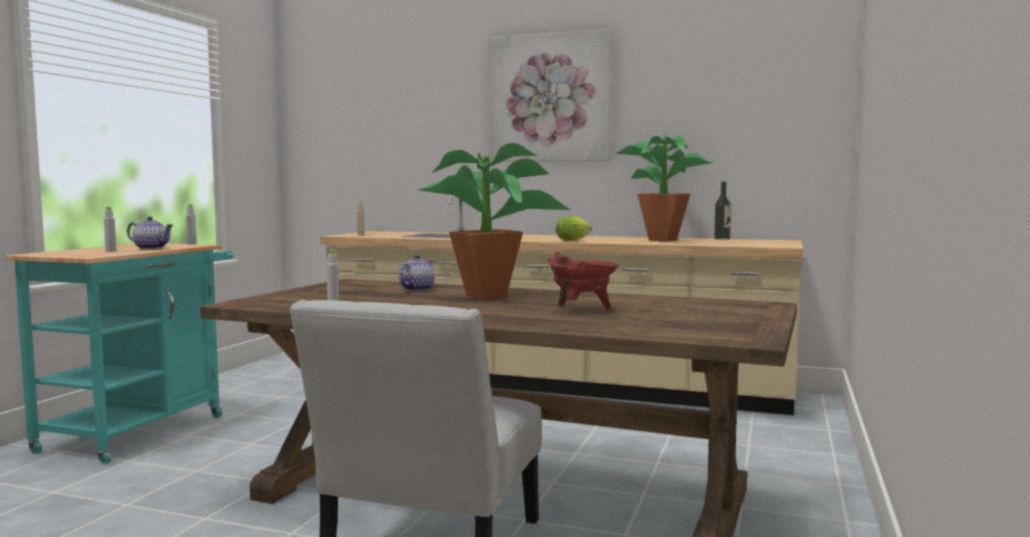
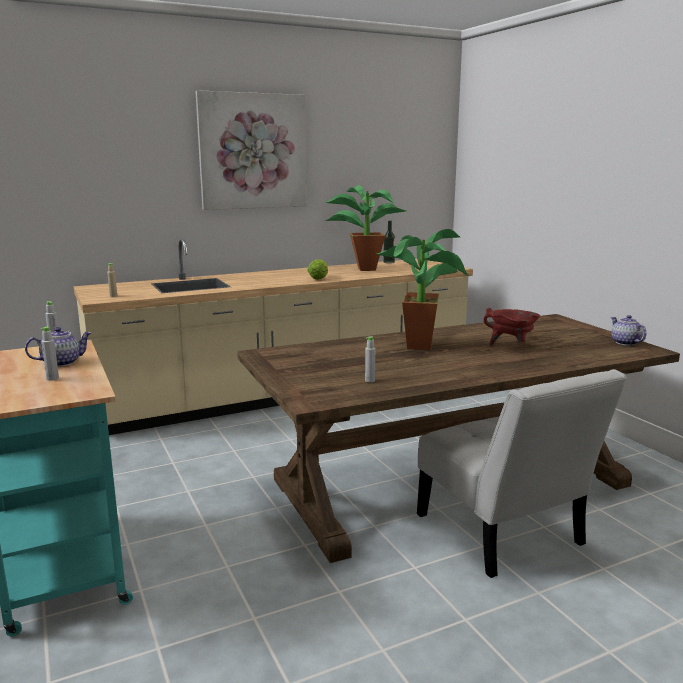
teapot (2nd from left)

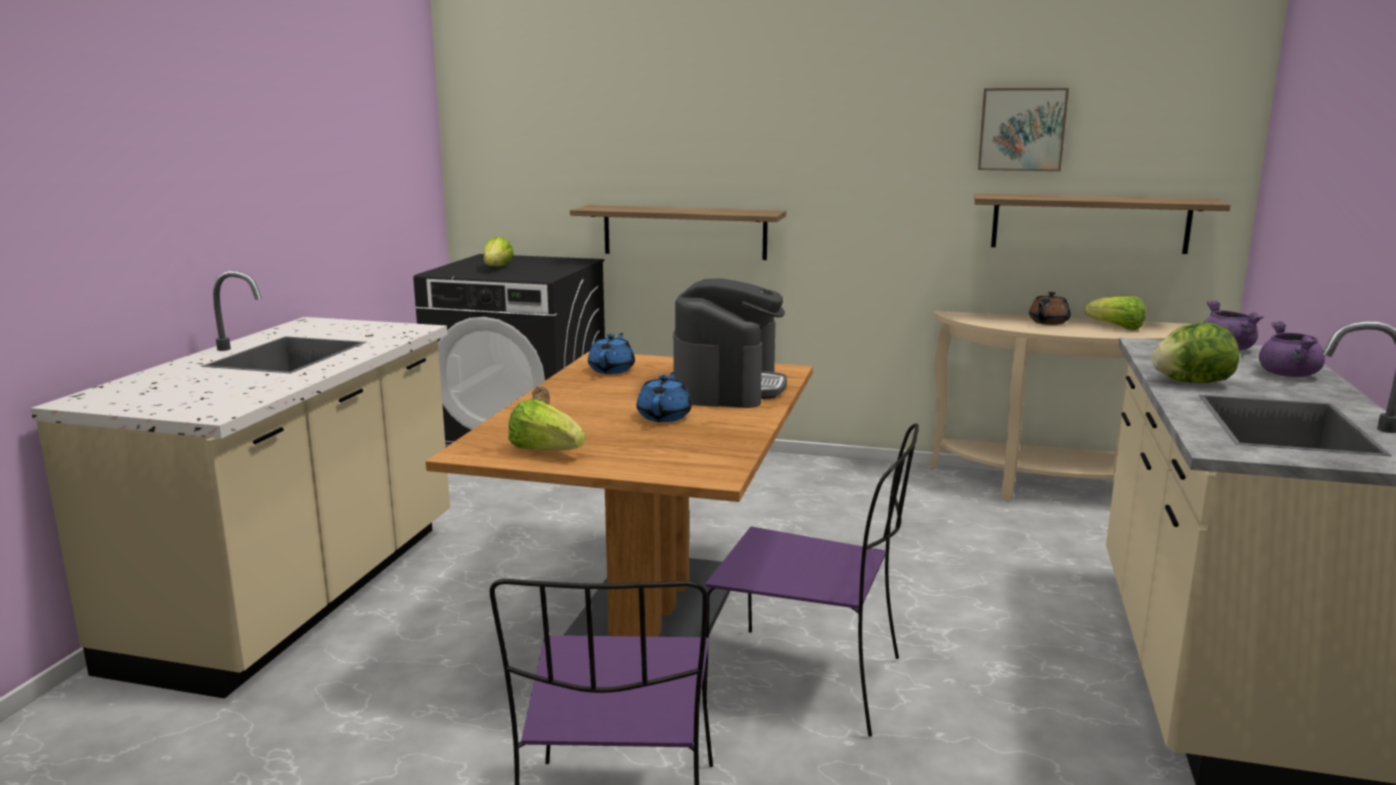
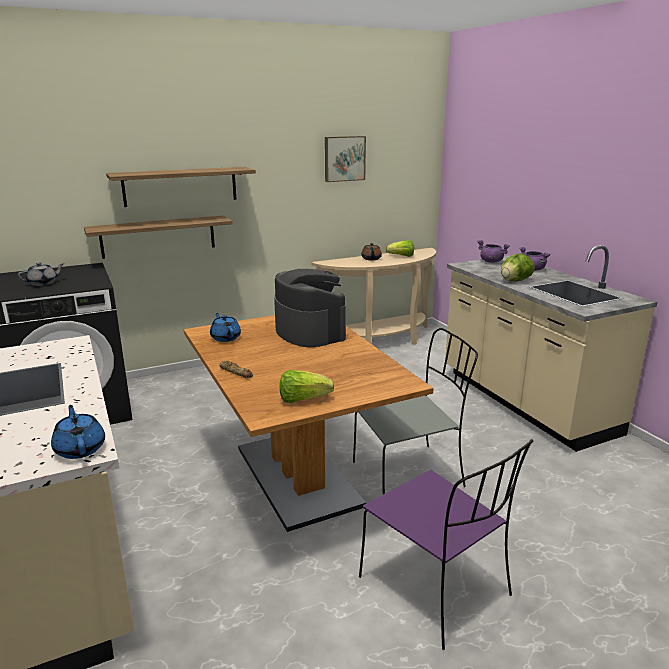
bracket shelf (2nd from left)
teapot (greyish)
teapot (blue) (1st from left)
upright chair (greyish)

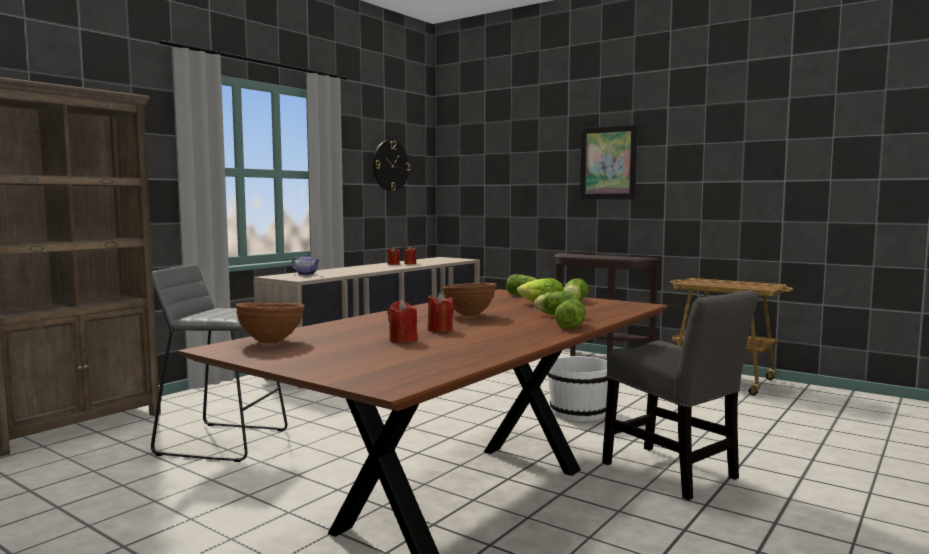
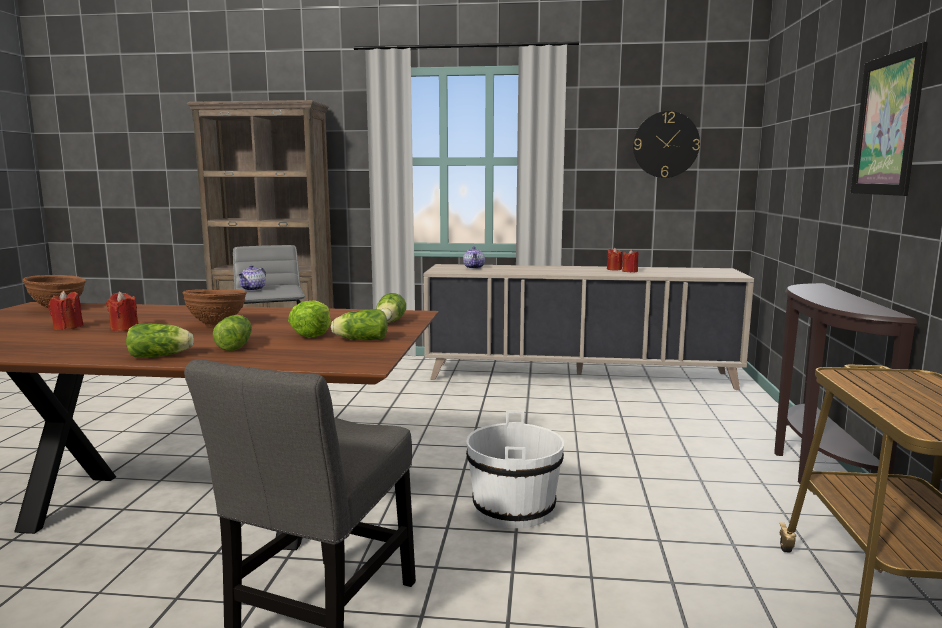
teapot (1st from left)

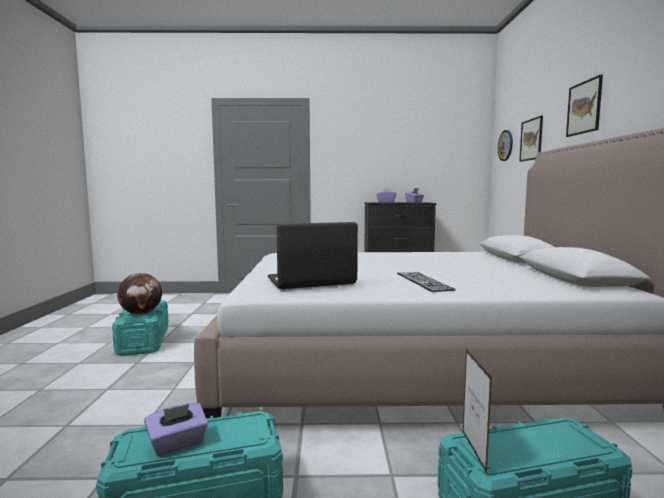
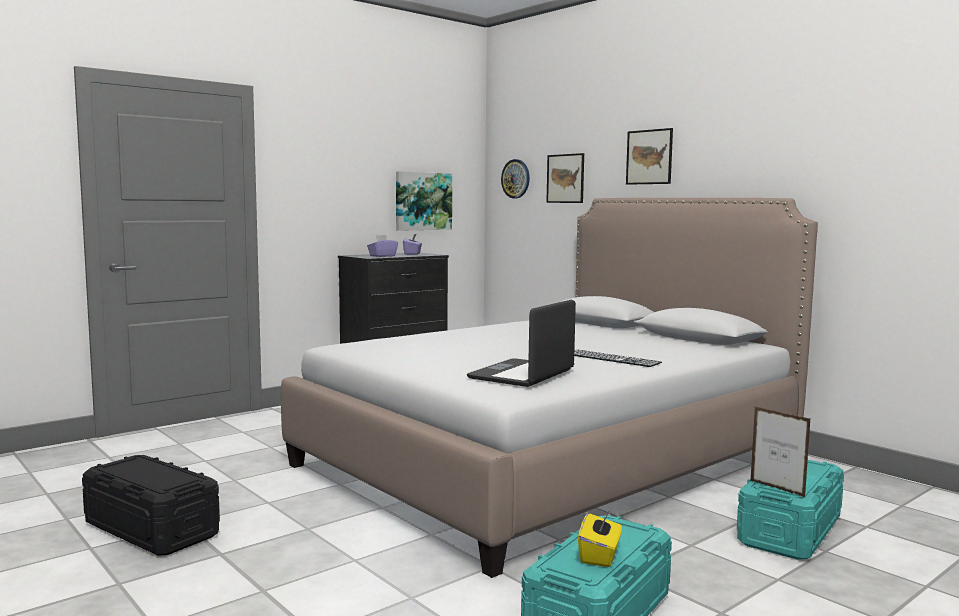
desk globe
storage container (black-coloured)
tissue holder (yellow-coloured)
wall art (1st from left)

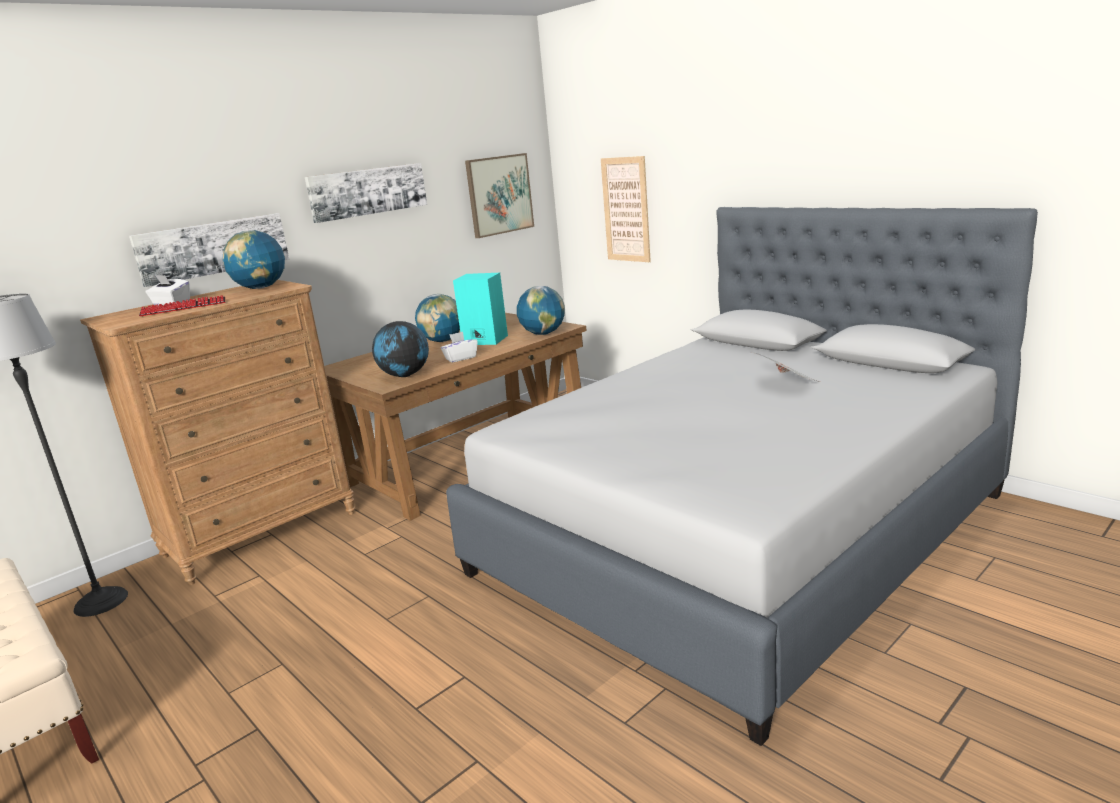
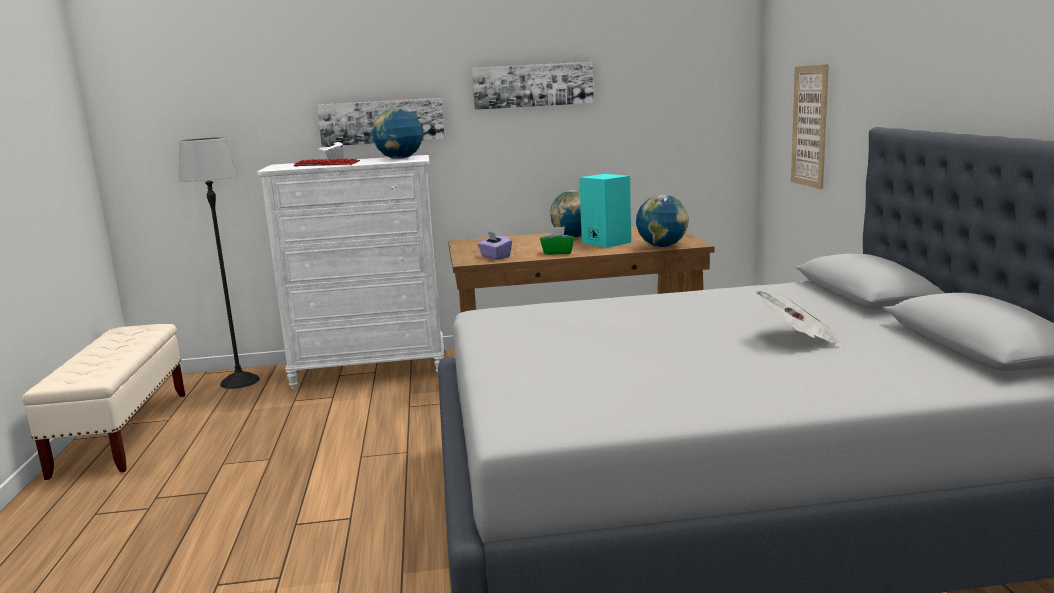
wall art (3rd from left in the first image)
chest of drawers (white-coloured)
tissue holder (purplish)
tissue holder (green)

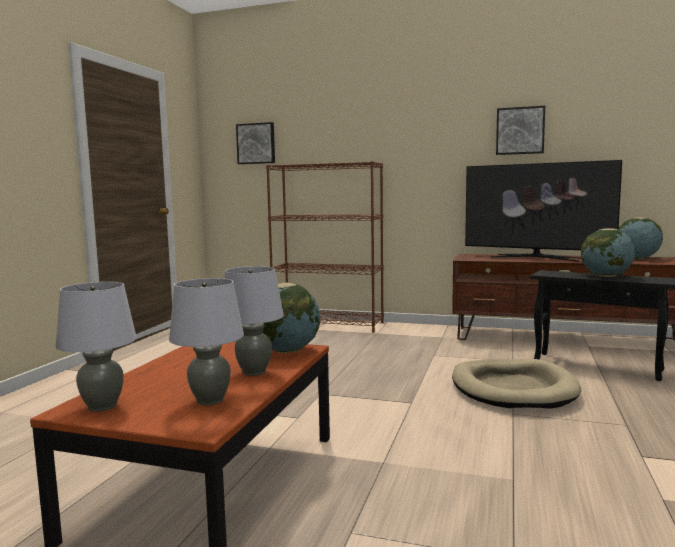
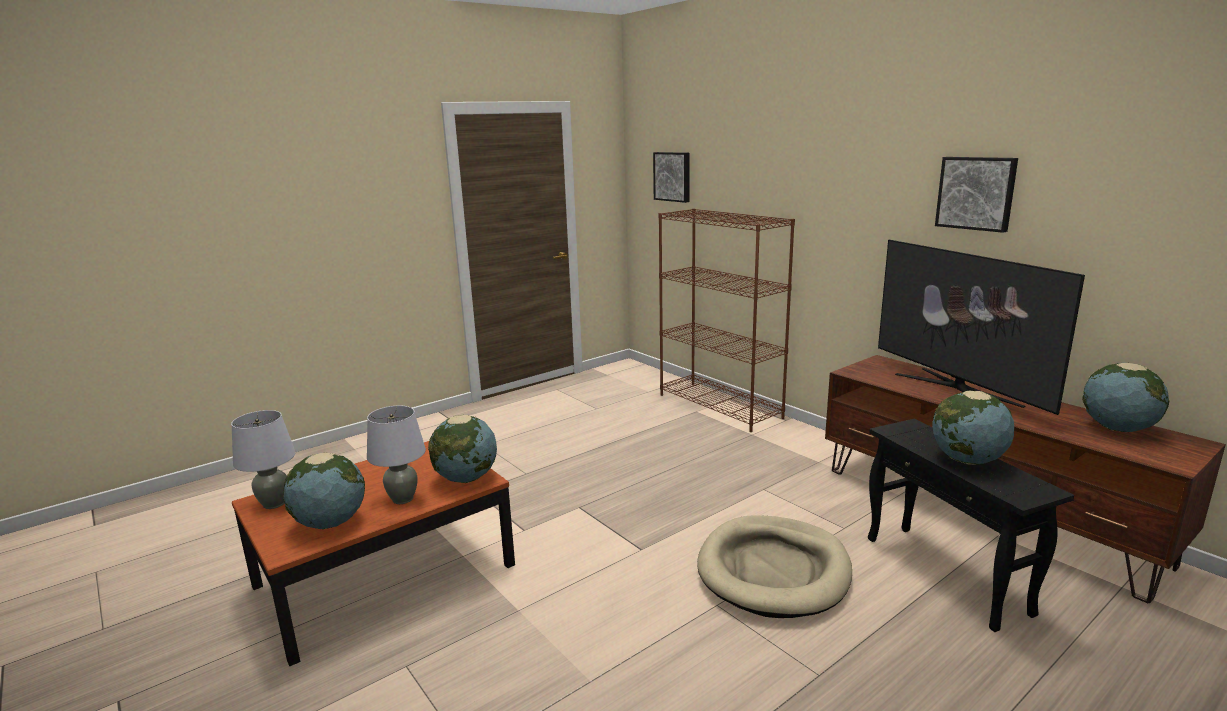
desk globe (1st from left)

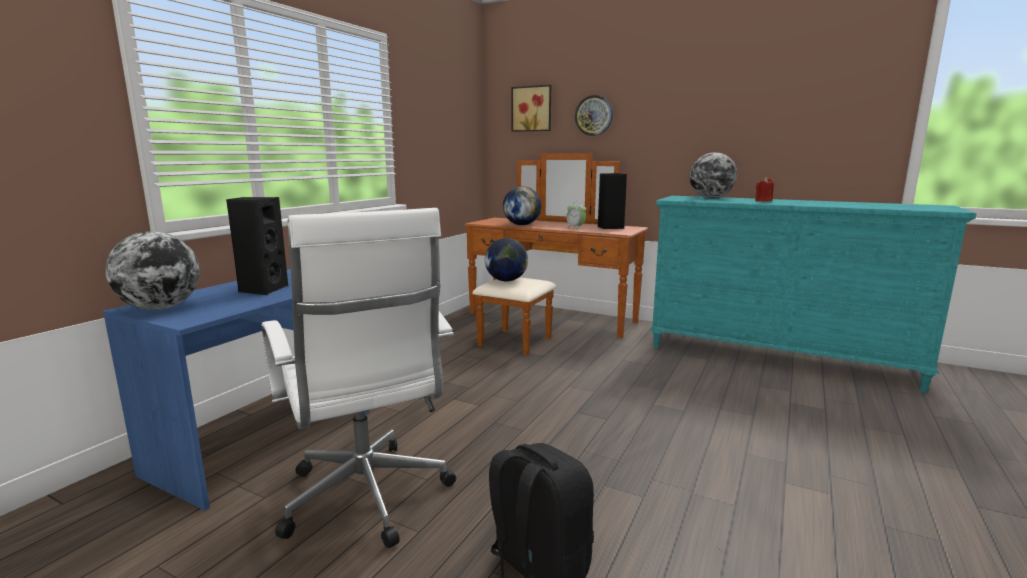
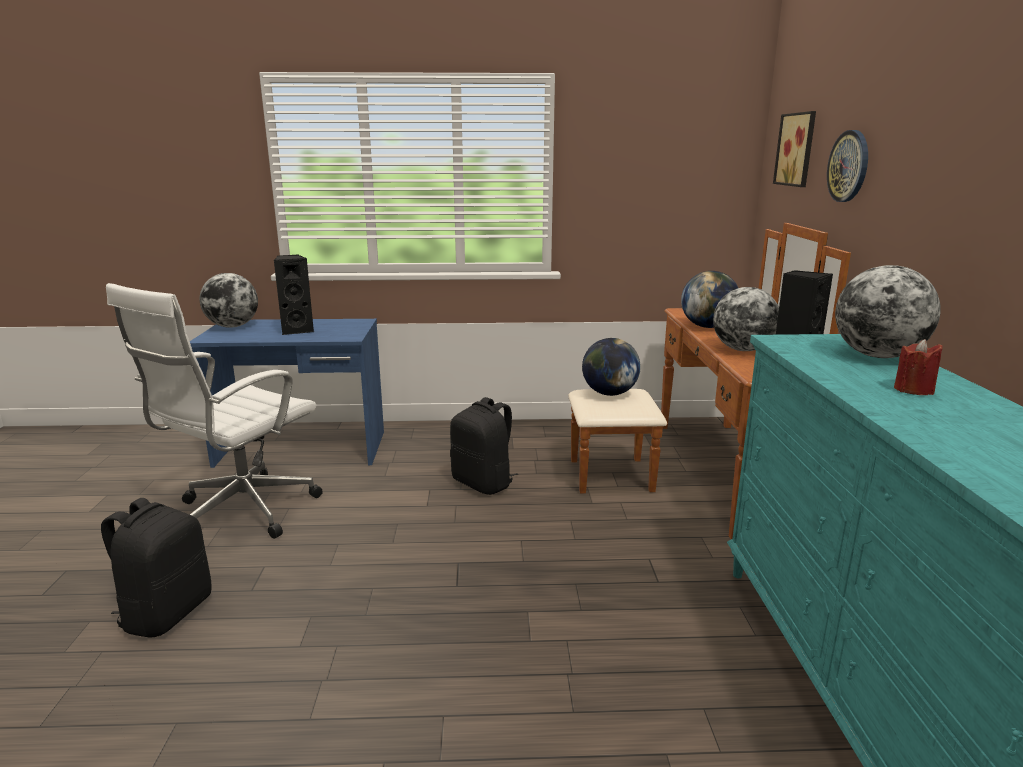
desk globe (4th from left)
rucksack (black-coloured) (2nd from left)

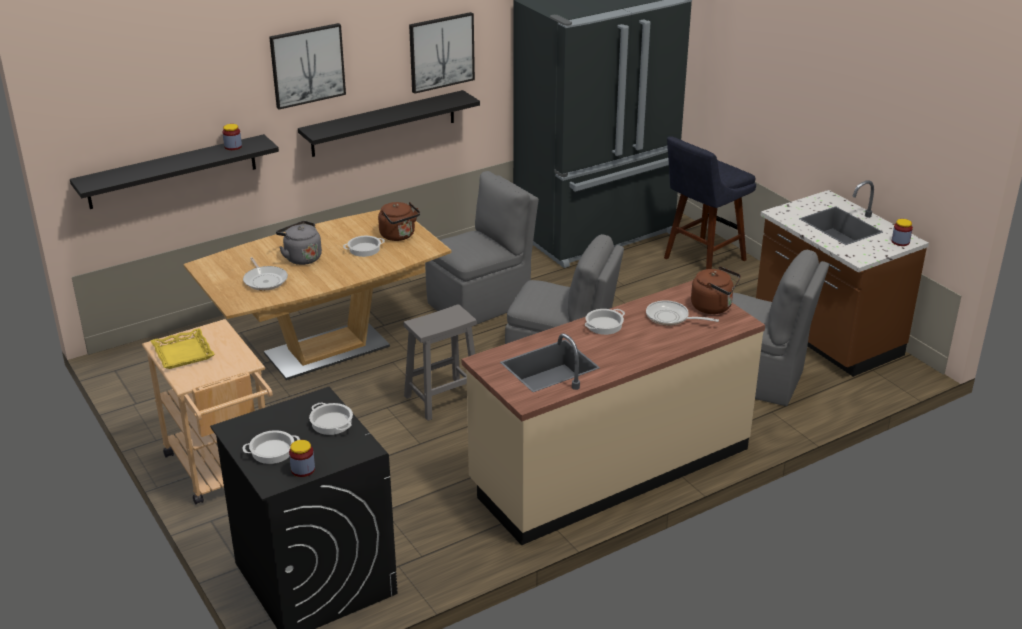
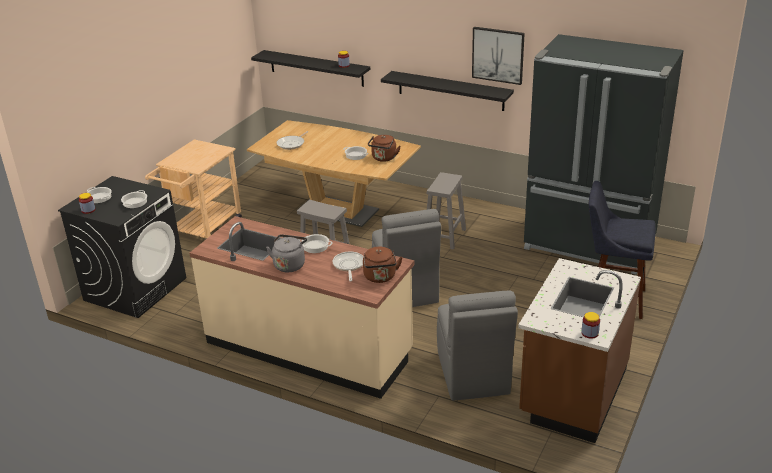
wall art (1st from left in the first image)
stool (greyish) (2nd from left)
kettle (greyish)
carrying tray (yellow-coloured)

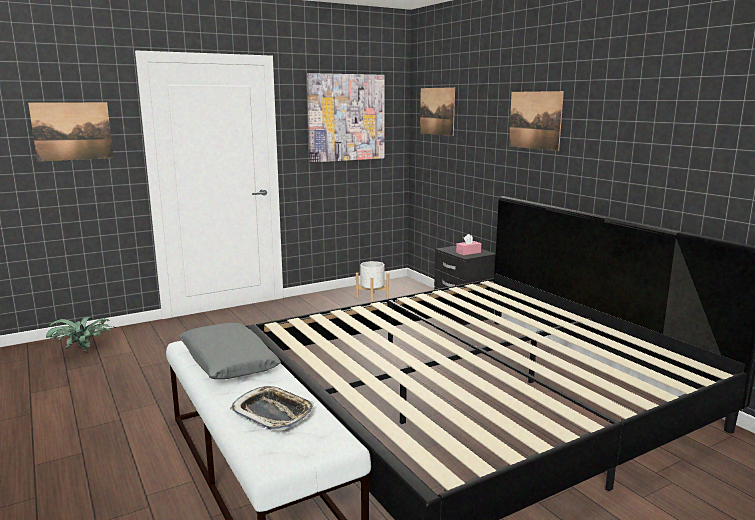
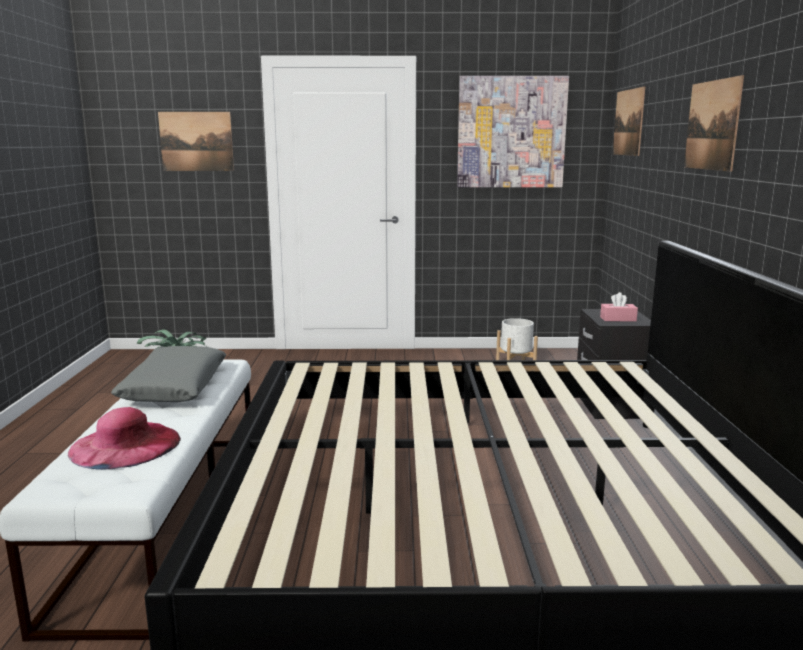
hat (pink)

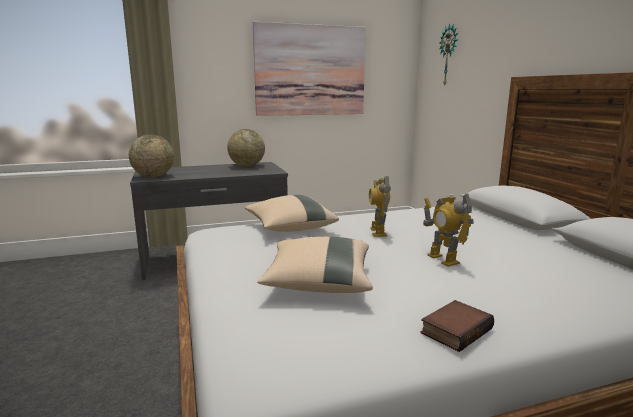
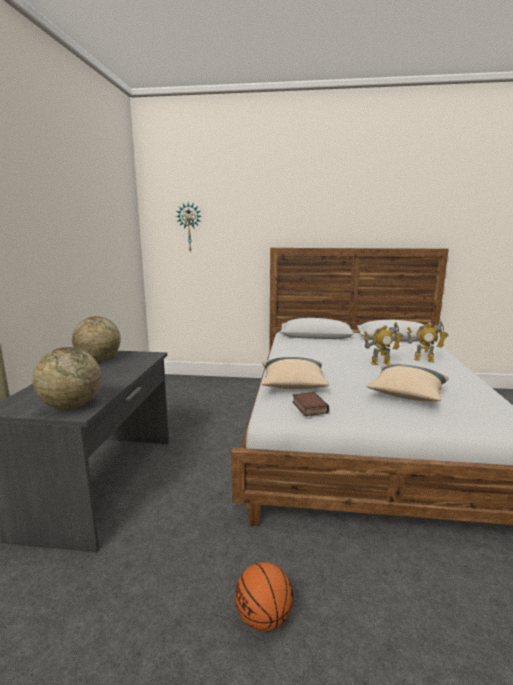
wall art
model robot (2nd from left)
bound book
ball for basketball

